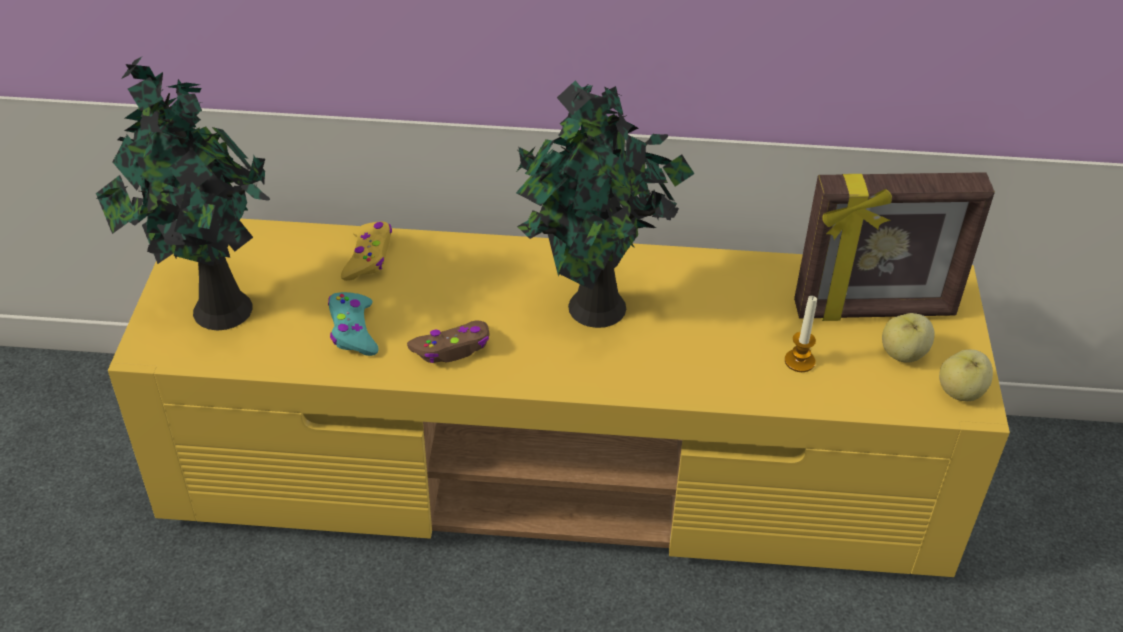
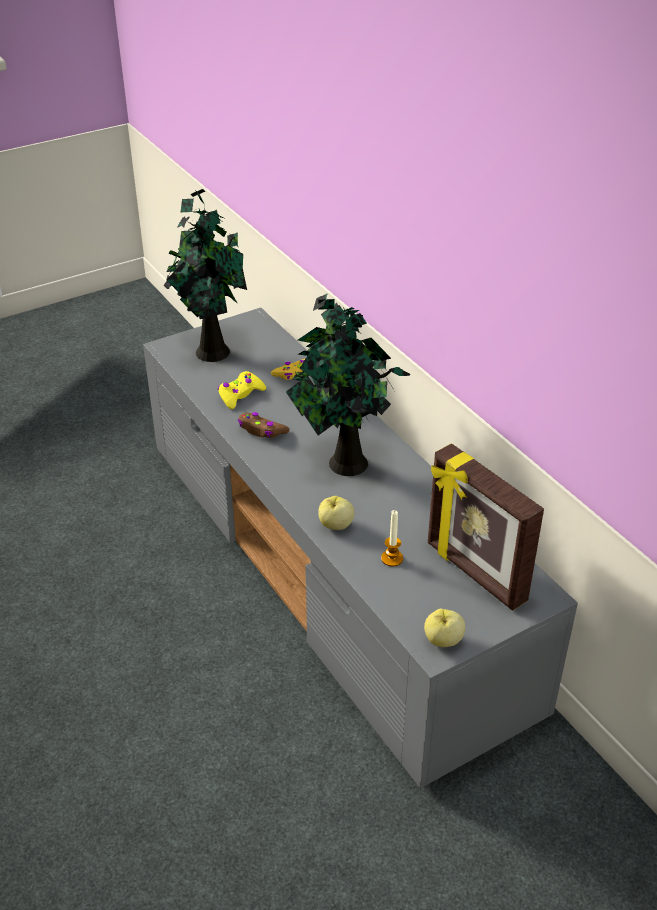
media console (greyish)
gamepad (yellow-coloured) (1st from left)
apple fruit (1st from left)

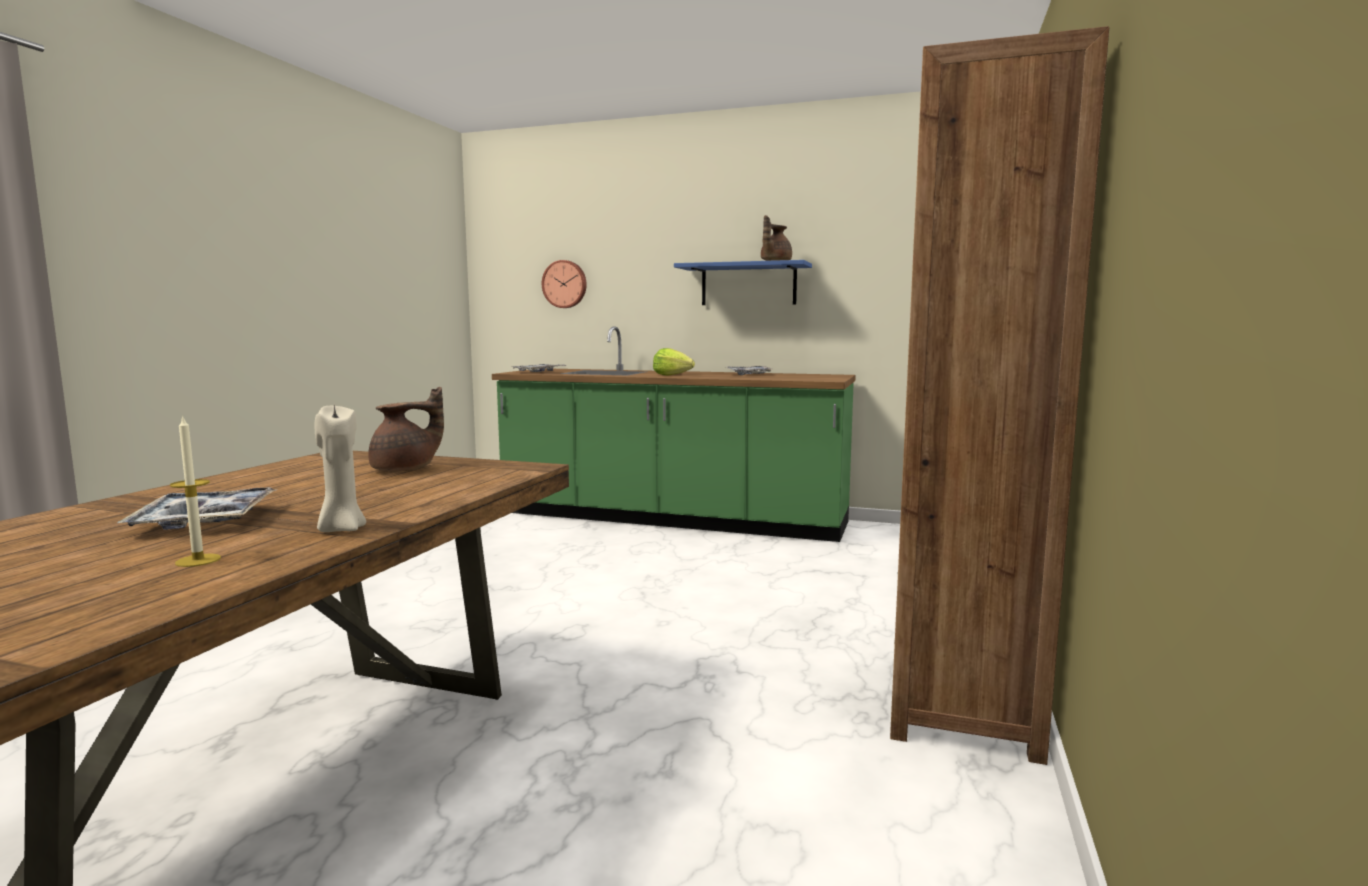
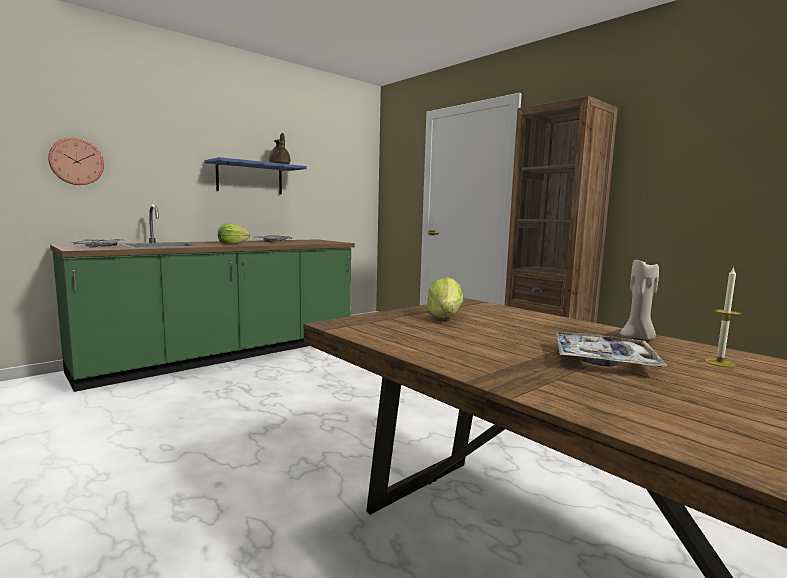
lettuce head (2nd from left)

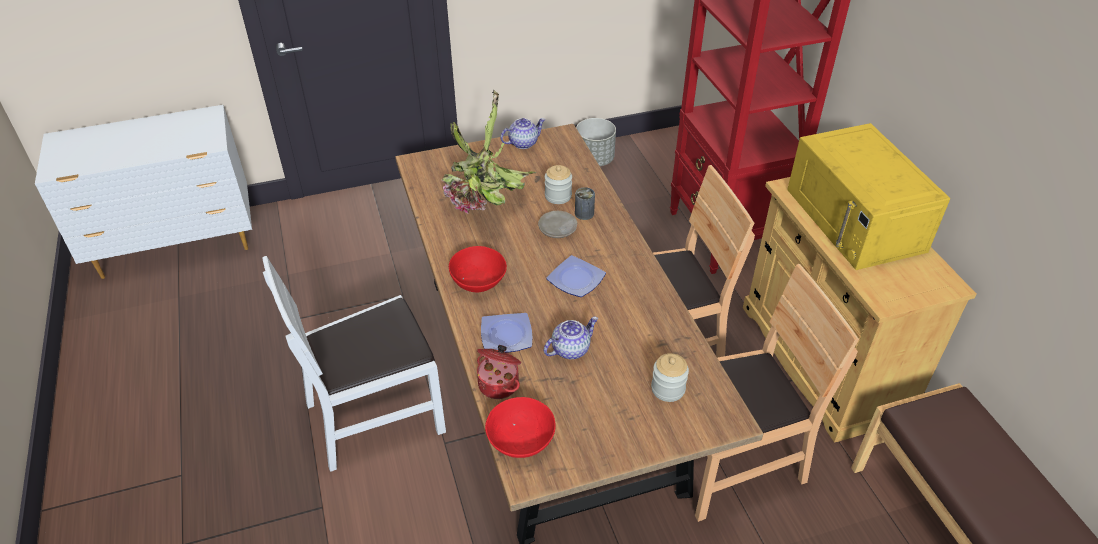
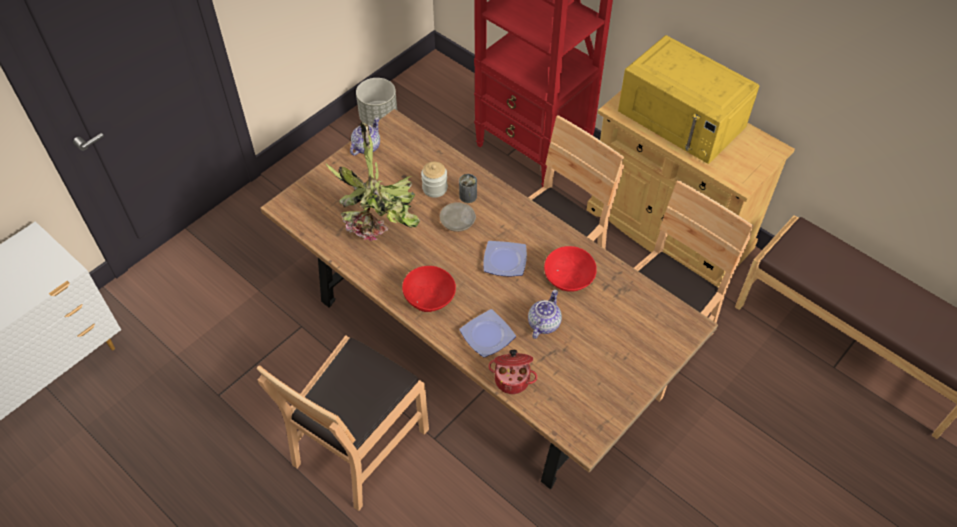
upright chair (brown-coloured) (1st from left)
preserve jar (2nd from left in the first image)
serving bowl (red) (2nd from left)

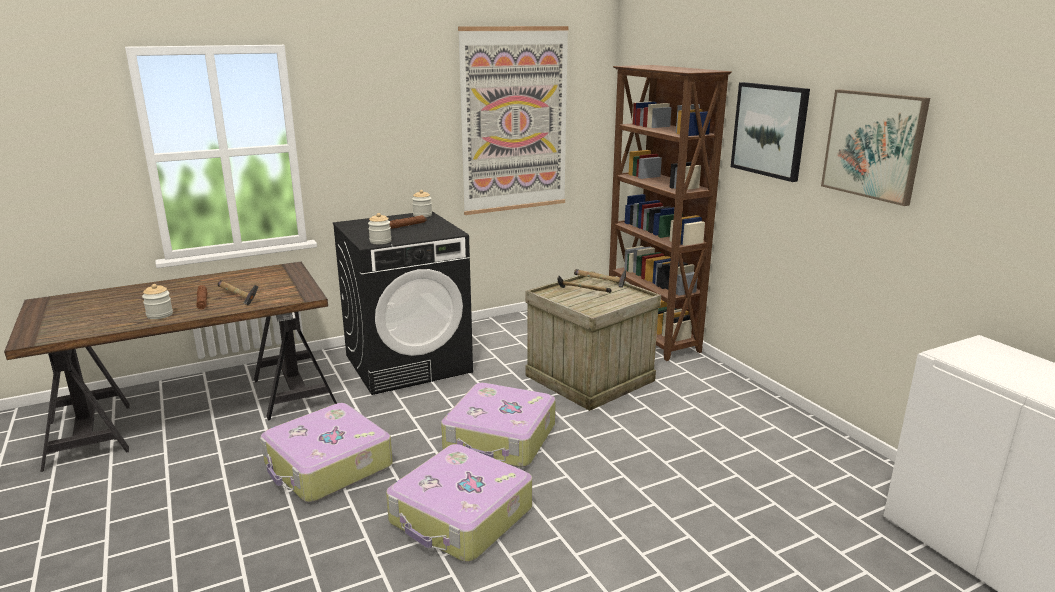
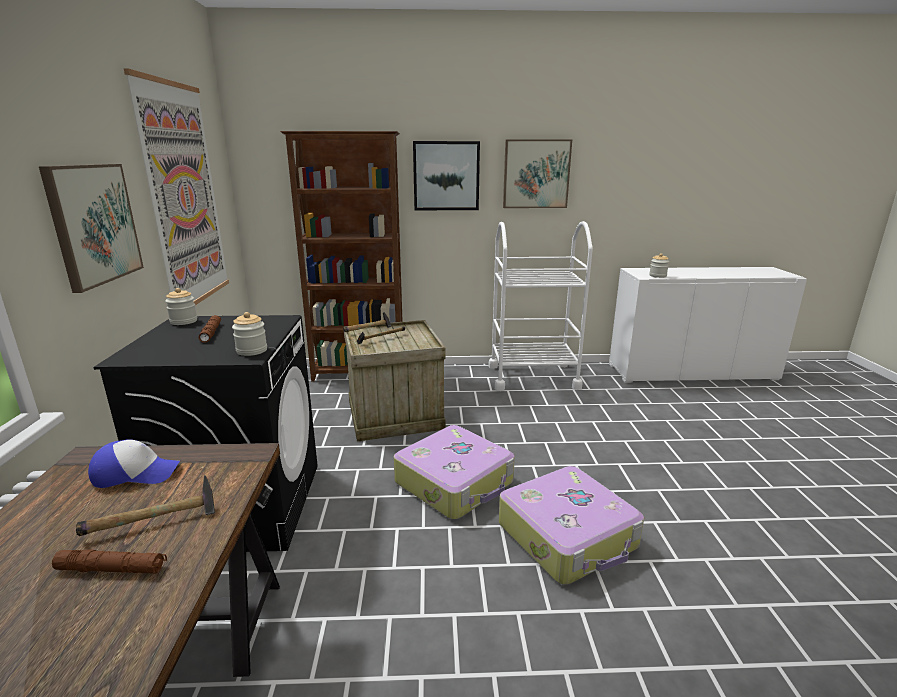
preserve jar (3rd from left)
travel case (1st from left in the first image)
wall art (1st from left)
cart (white-coloured)
baseball cap

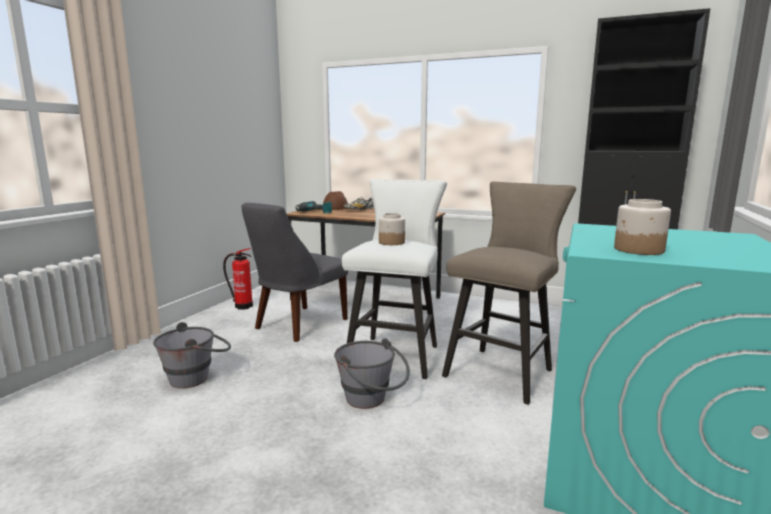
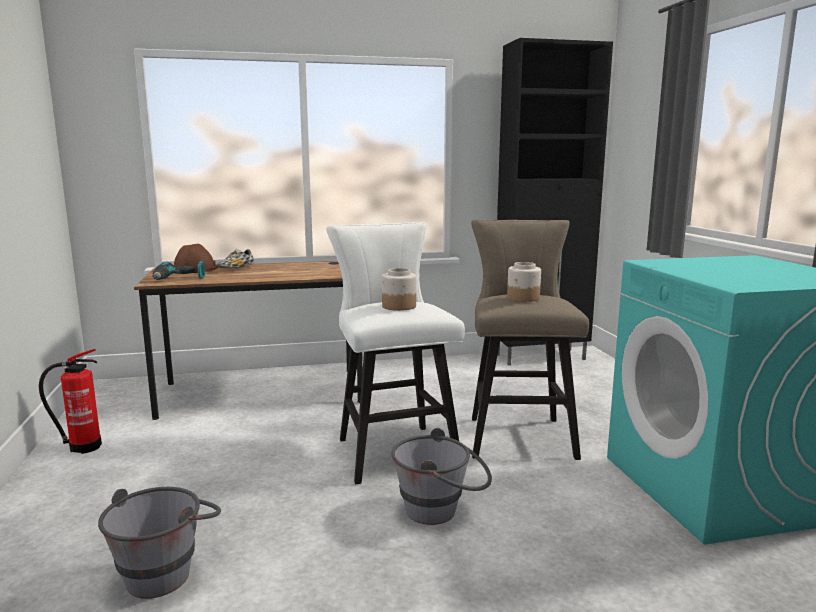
preserve jar (2nd from left)
upright chair (greyish)

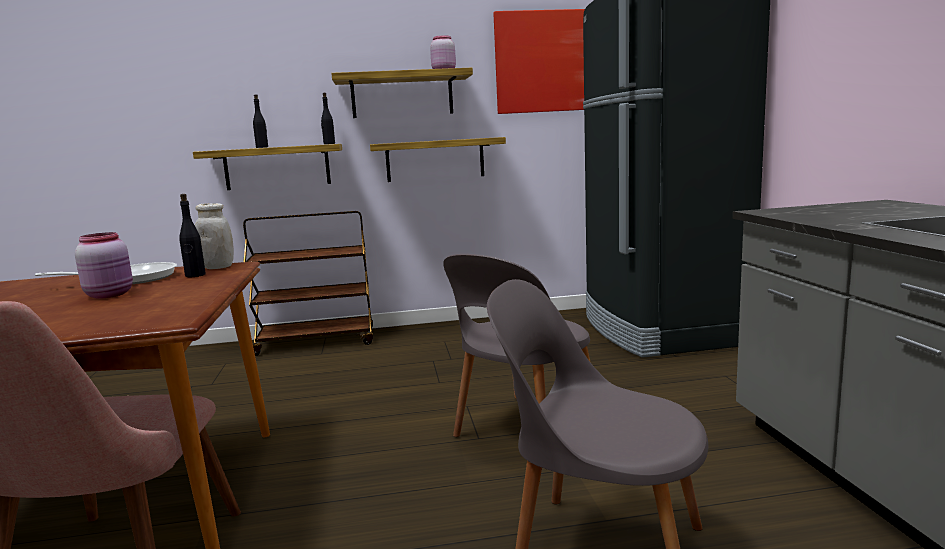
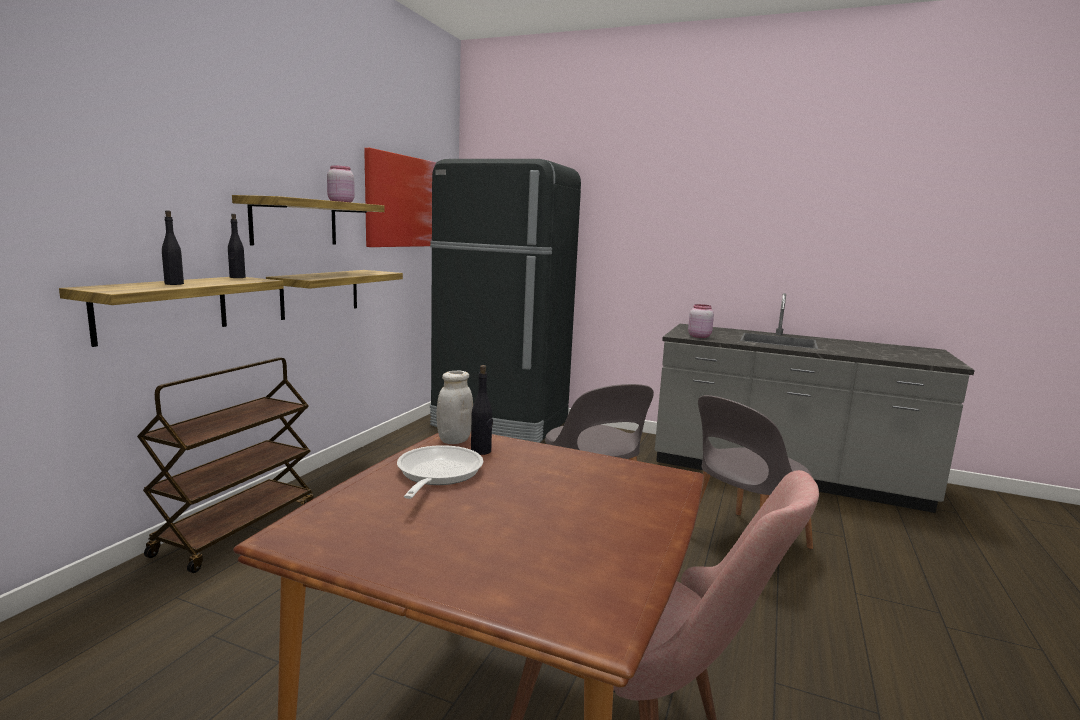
preserve jar (pink) (2nd from left)

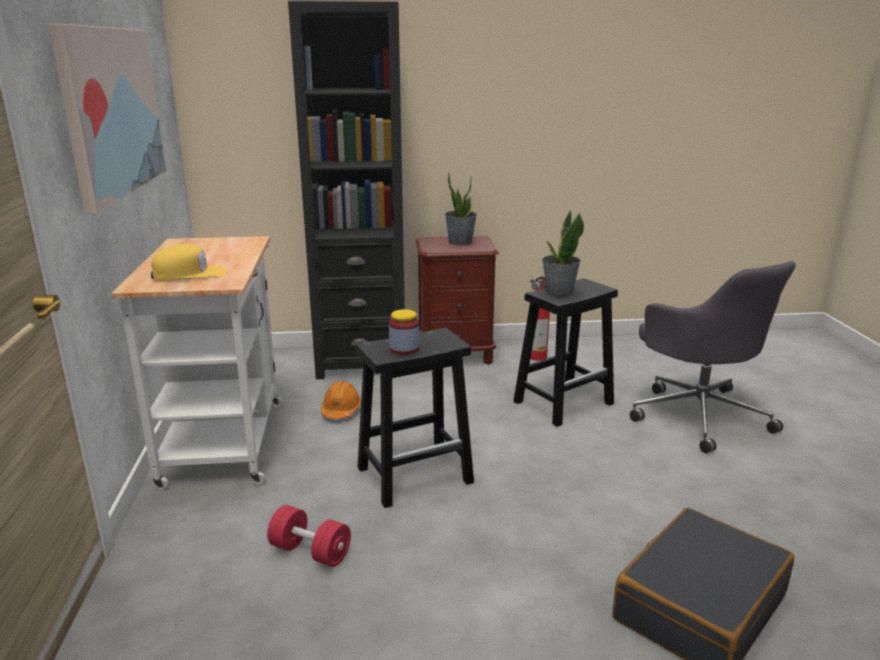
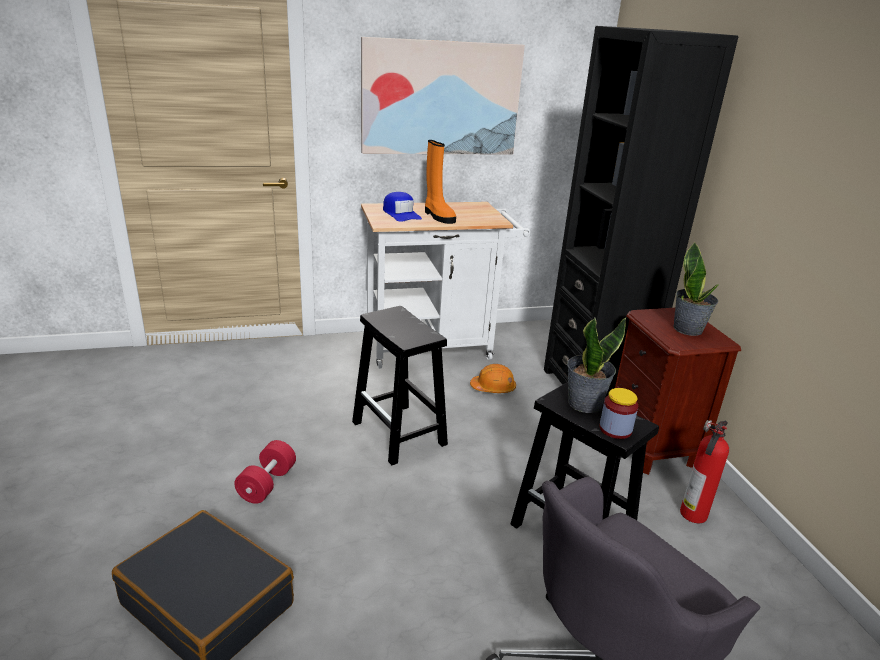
baseball cap (blue)
preserve jar
dumbbell (red)
high-top boot (orange)

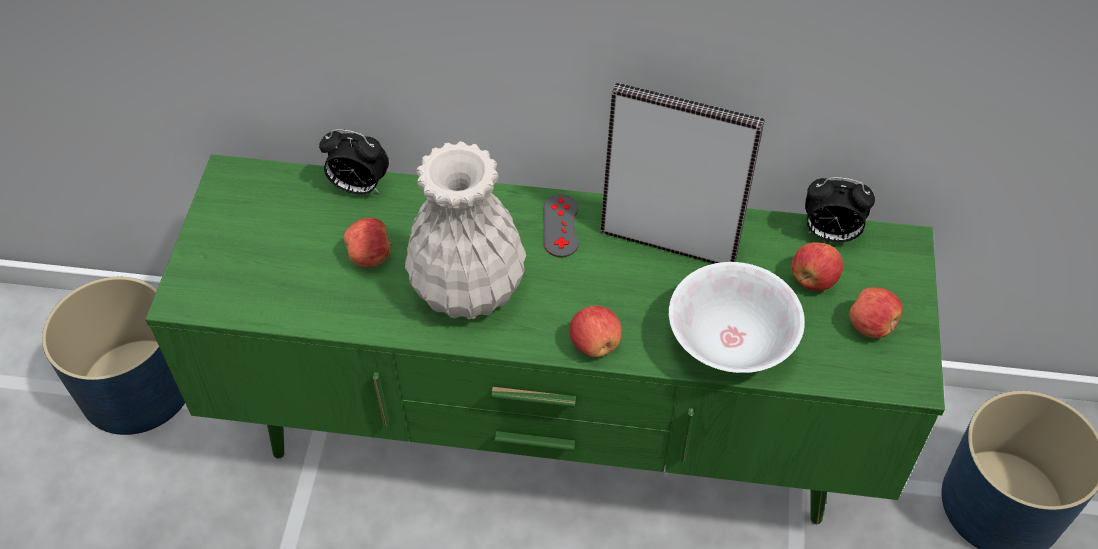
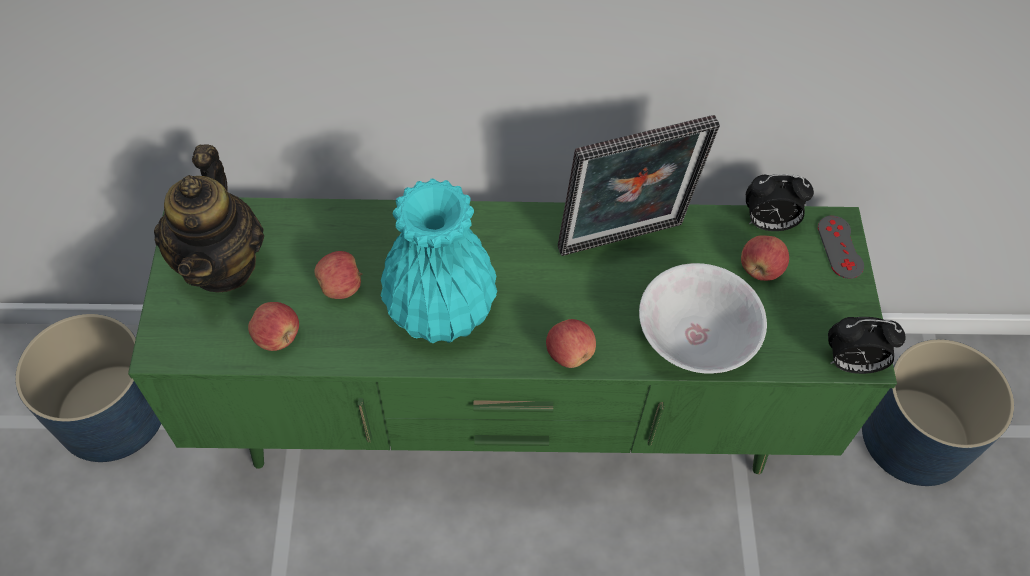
photo frame
table clock (2nd from left)
decorative vase (turquoise)
gamepad (greyish)
apple fruit (1st from left)
teapot

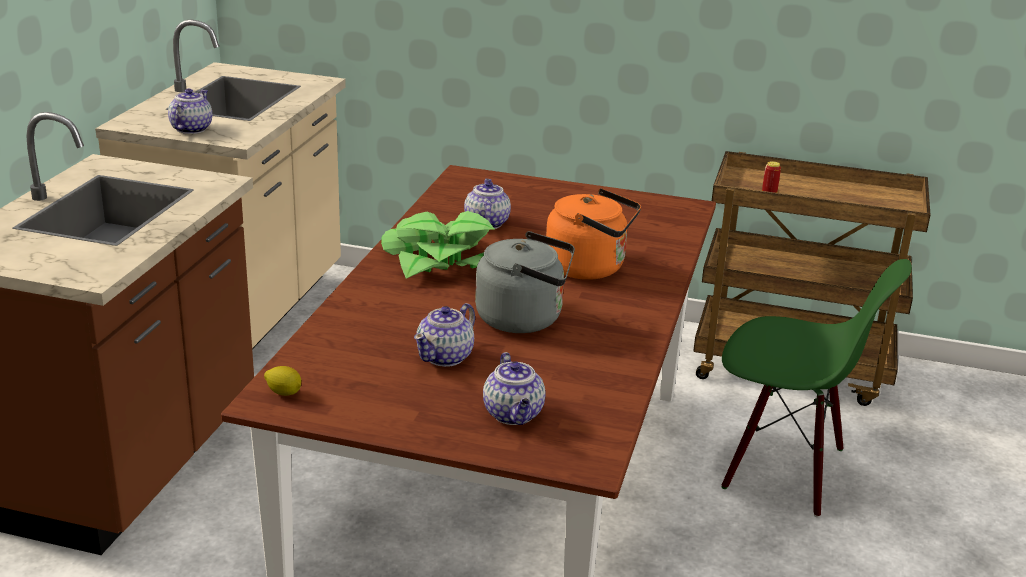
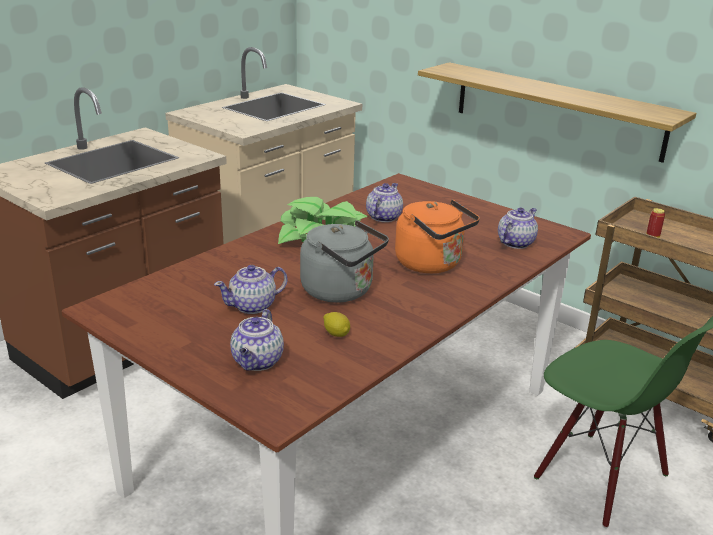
teapot (4th from left)
citrus fruit
bracket shelf

